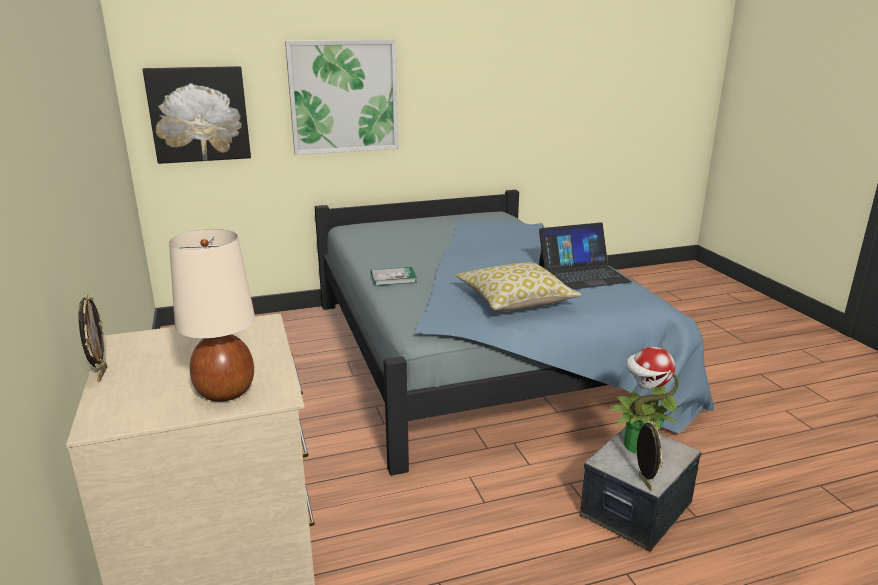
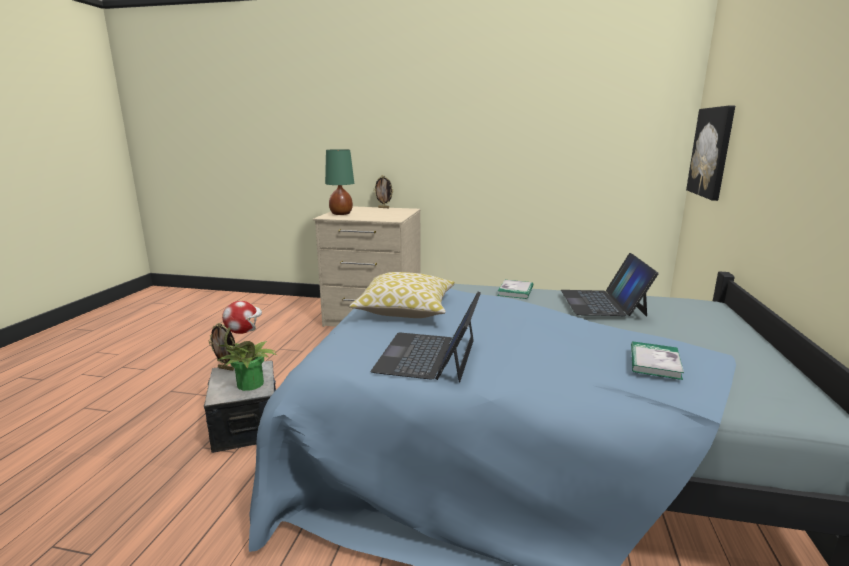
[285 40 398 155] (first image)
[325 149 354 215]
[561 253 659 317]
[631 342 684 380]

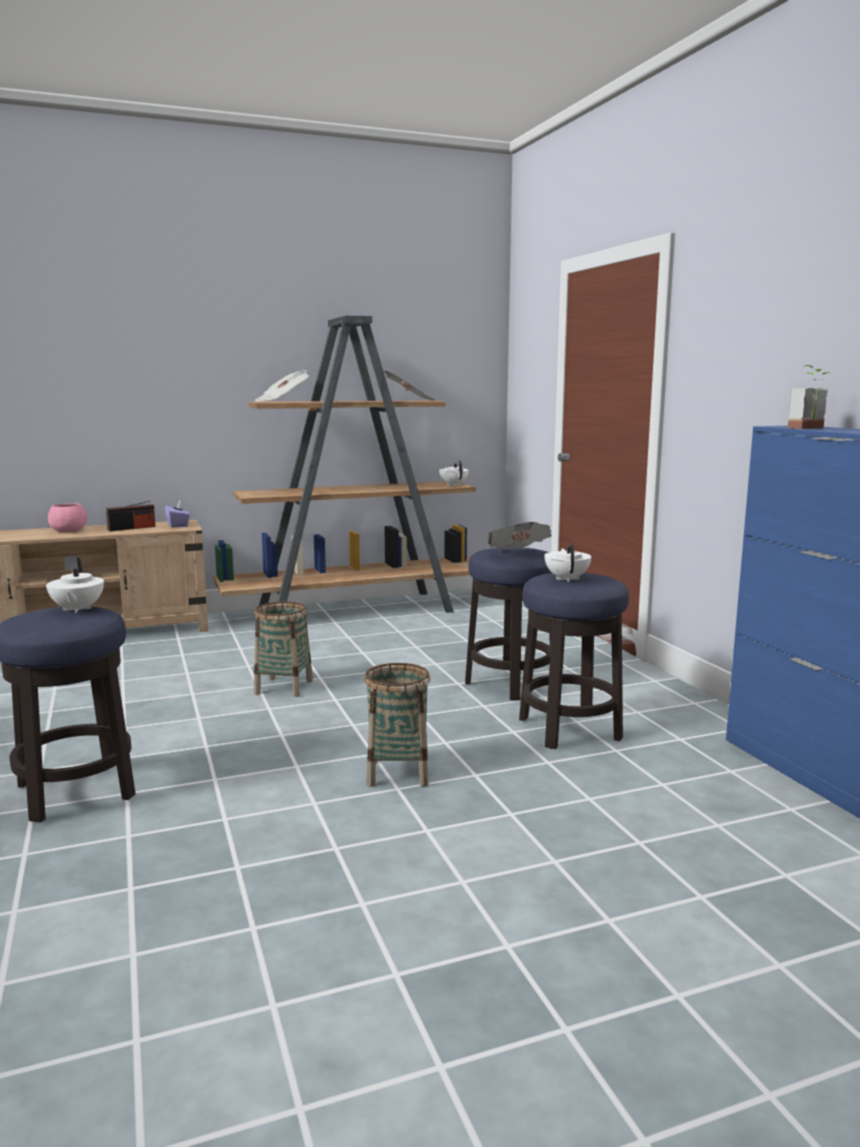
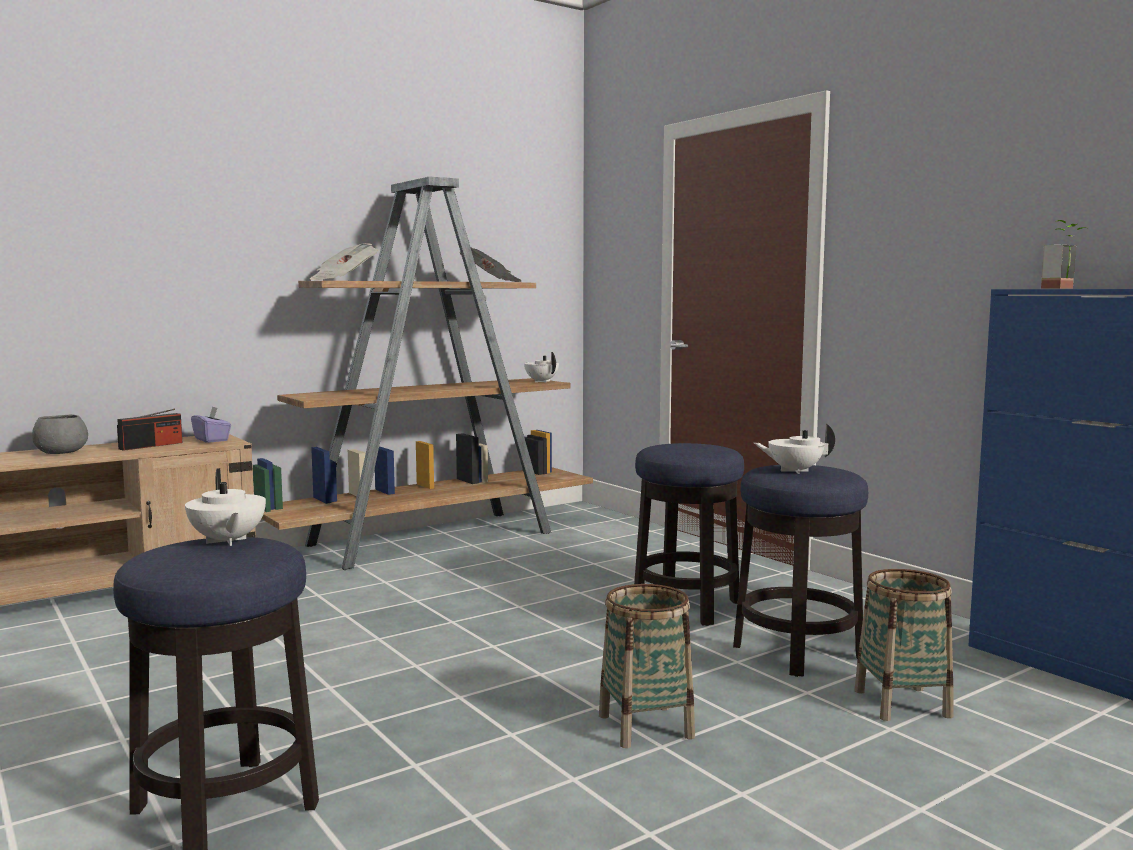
[32 415 88 454]
[487 522 552 549] (first image)
[754 424 835 474]
[854 569 953 721]

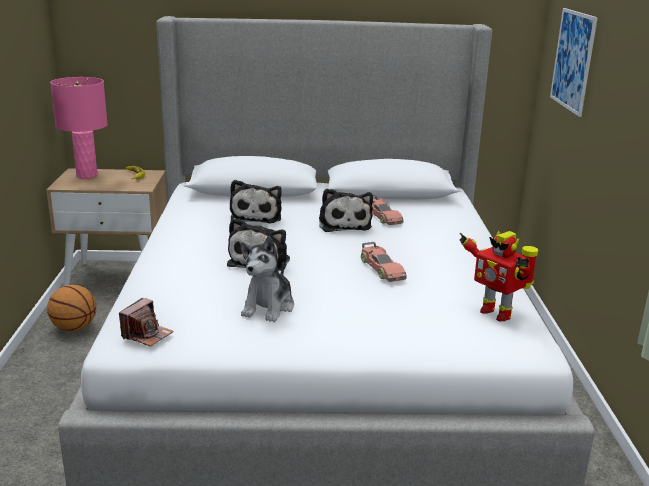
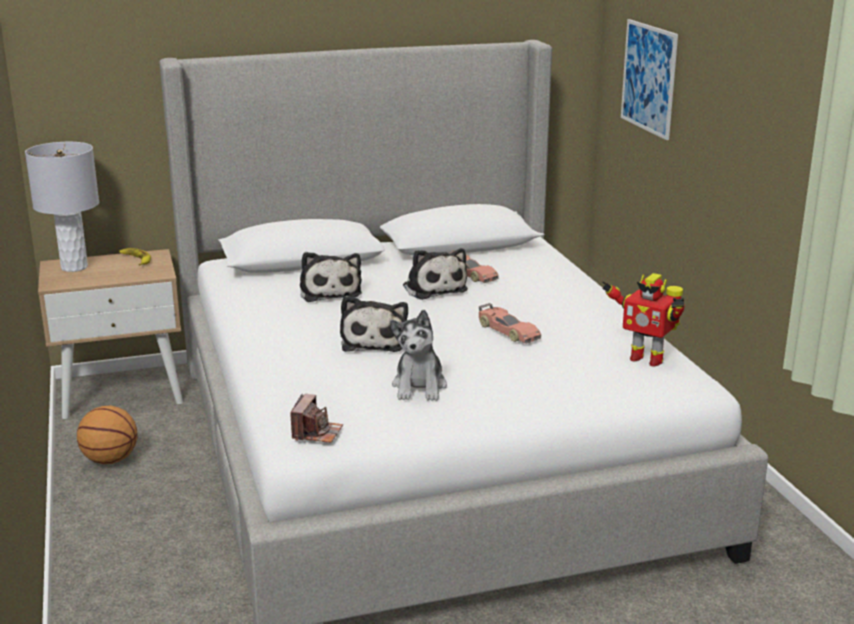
[25 142 99 272]

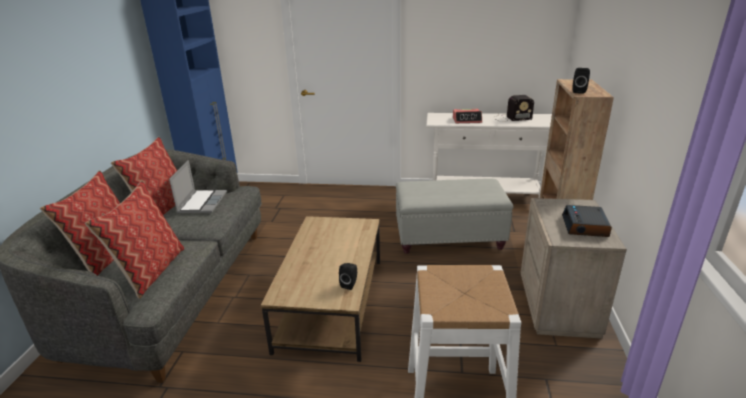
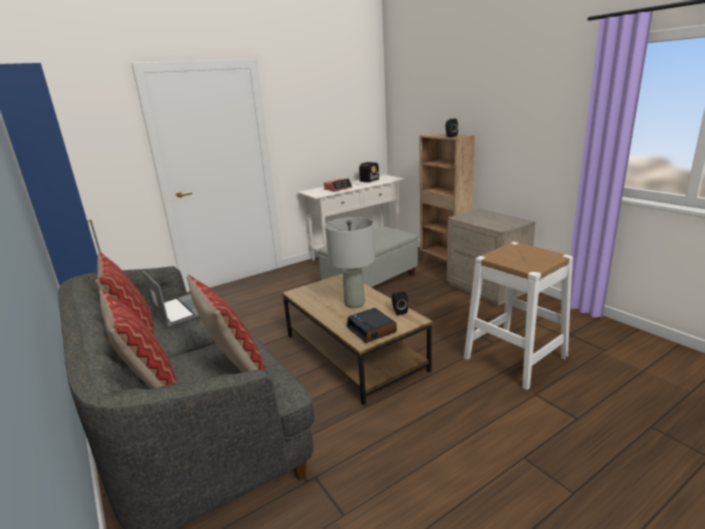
[347 308 397 343]
[325 217 375 308]

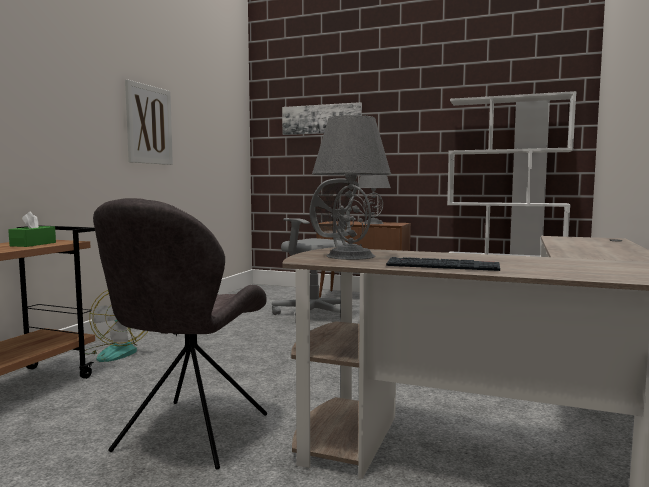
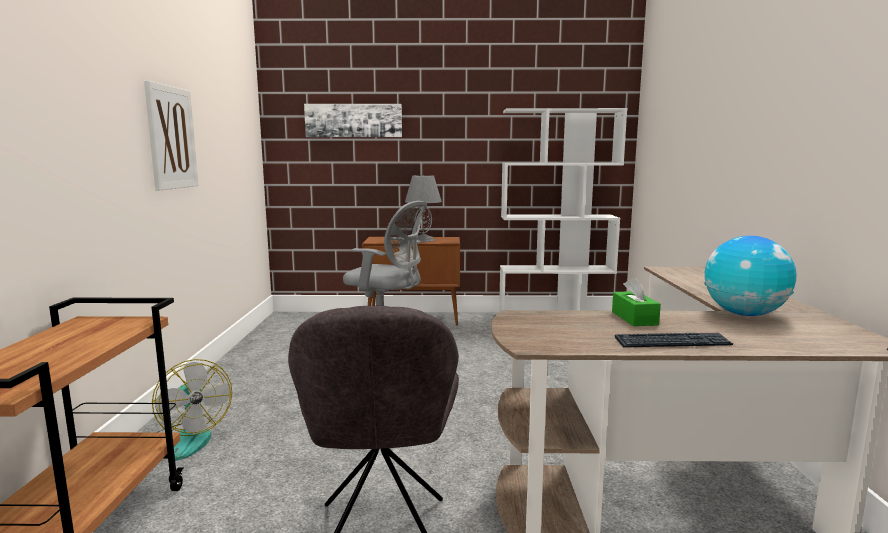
[312 115 391 260] (first image)
[612 277 661 326]
[704 236 796 316]

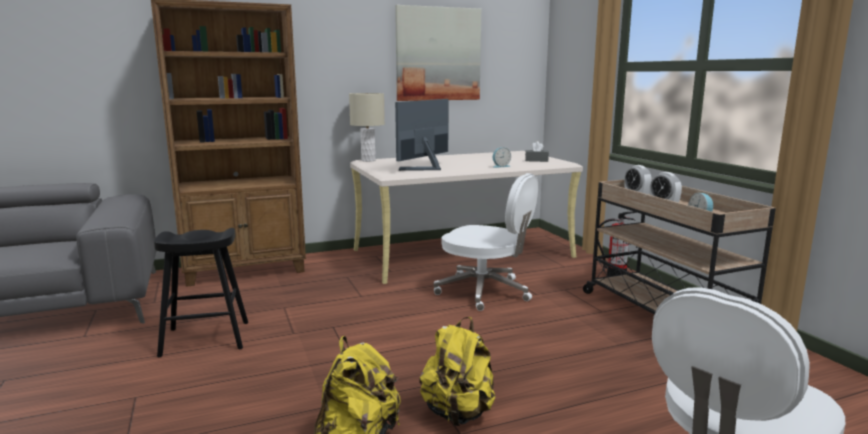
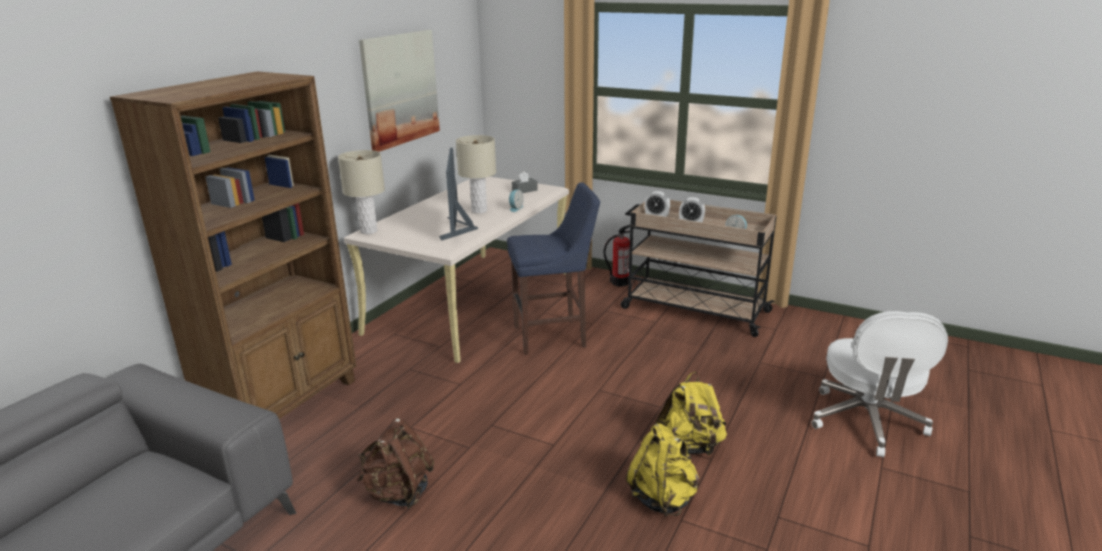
[507 182 600 355]
[357 418 434 509]
[456 135 496 214]

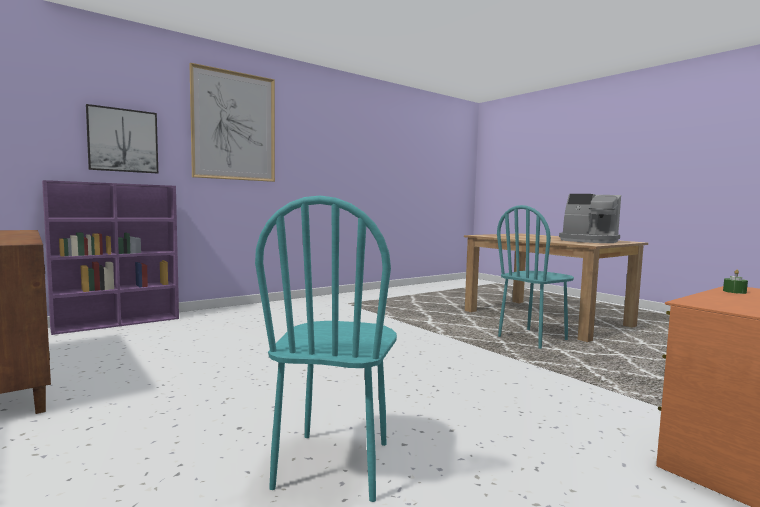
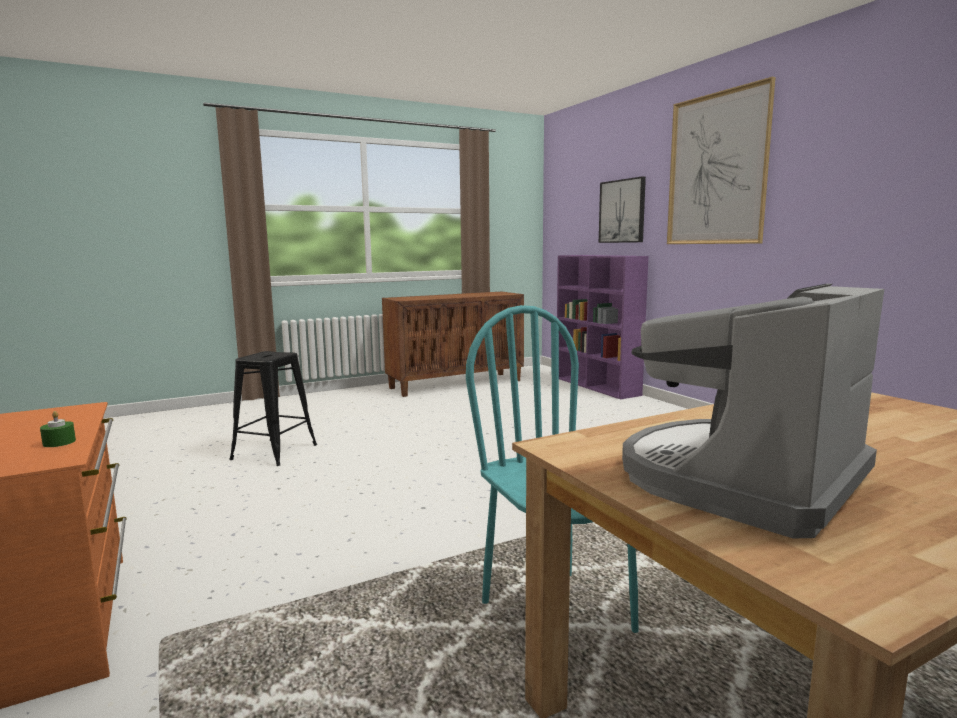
[229 351 317 466]

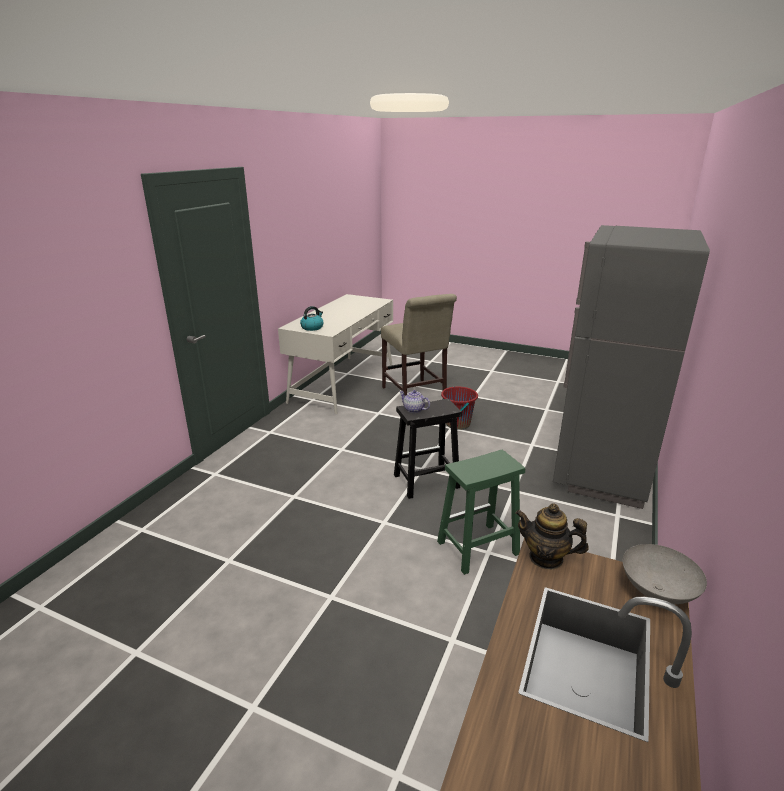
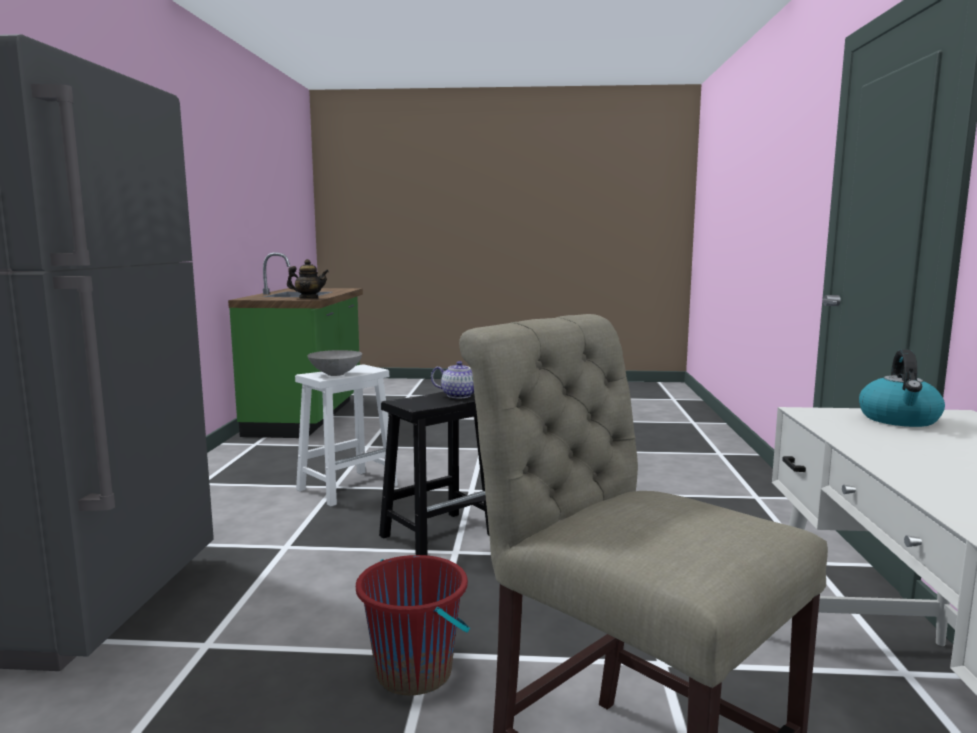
[295 365 398 506]
[307 350 362 376]

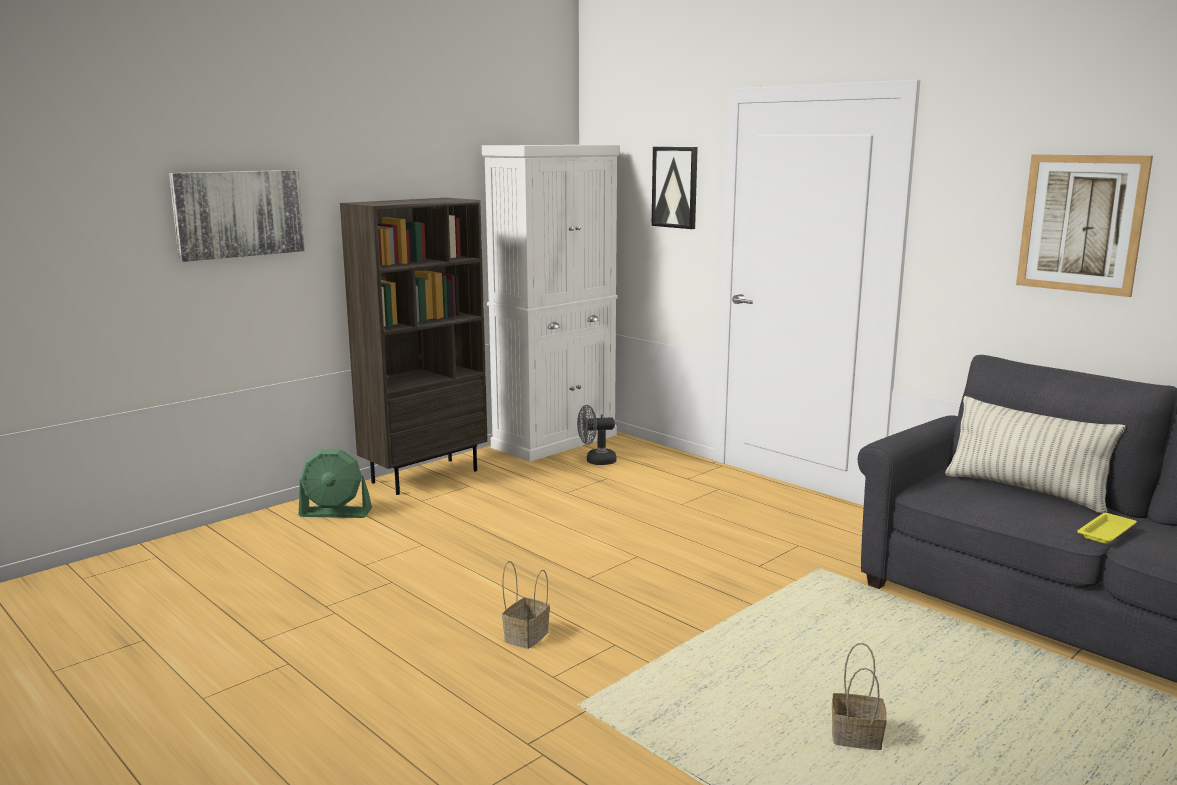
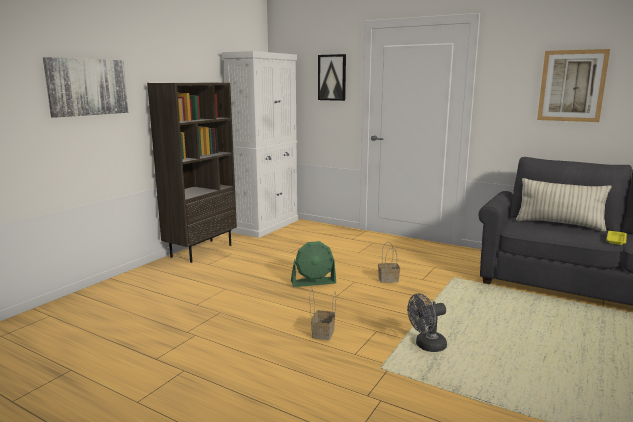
[408 293 447 352]
[291 241 336 287]
[378 242 400 283]

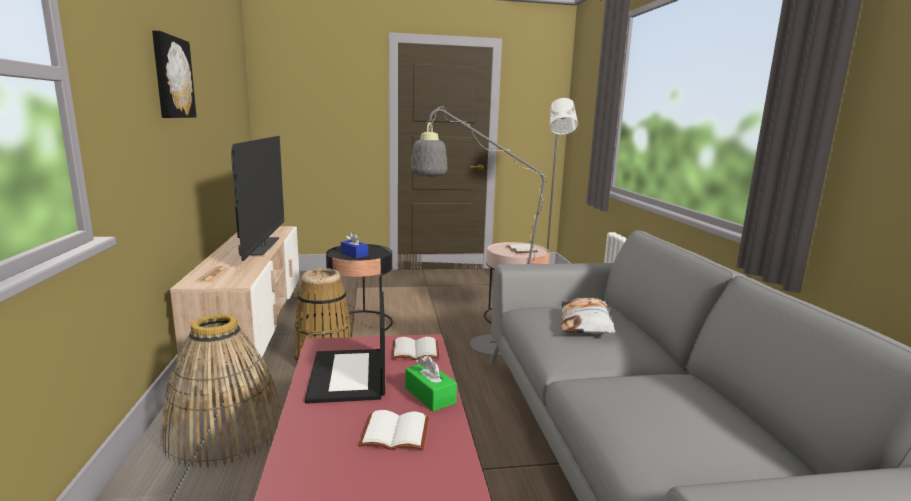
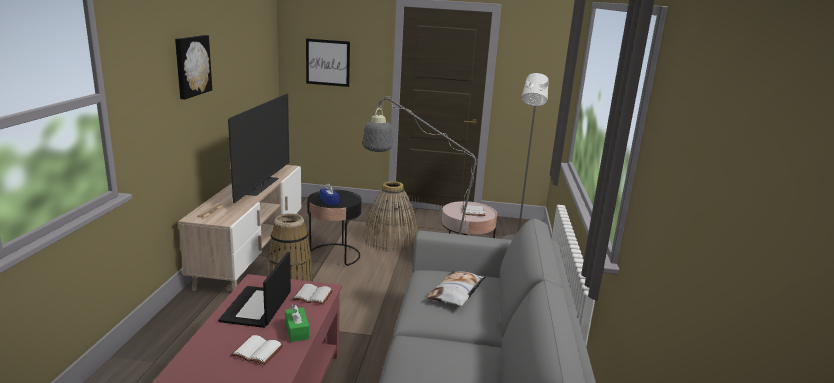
[363 181 418 252]
[306 38 350 87]

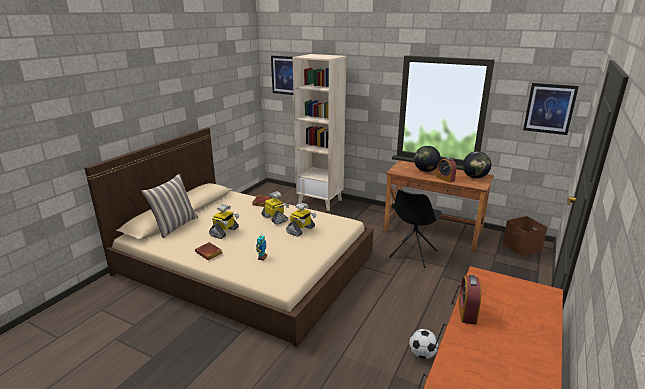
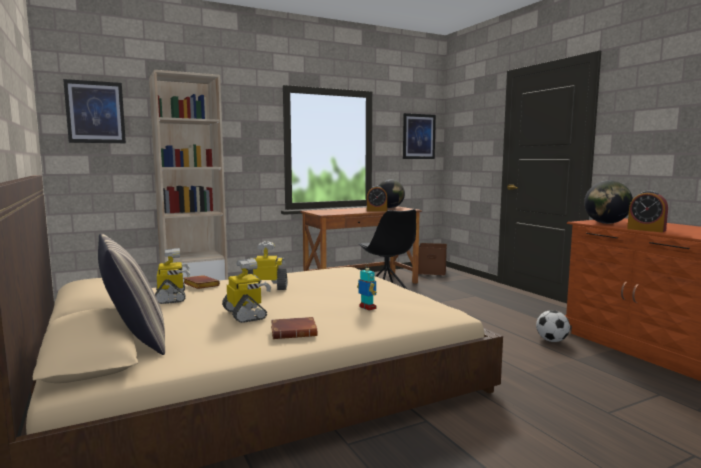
[584 180 633 224]
[155 248 190 304]

